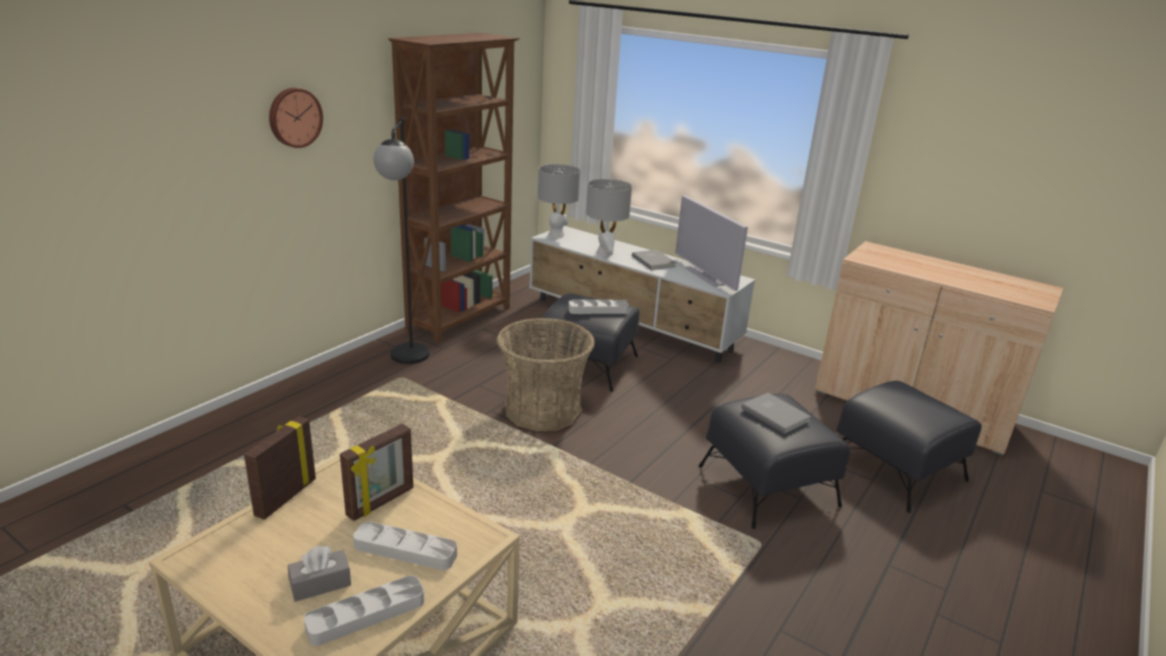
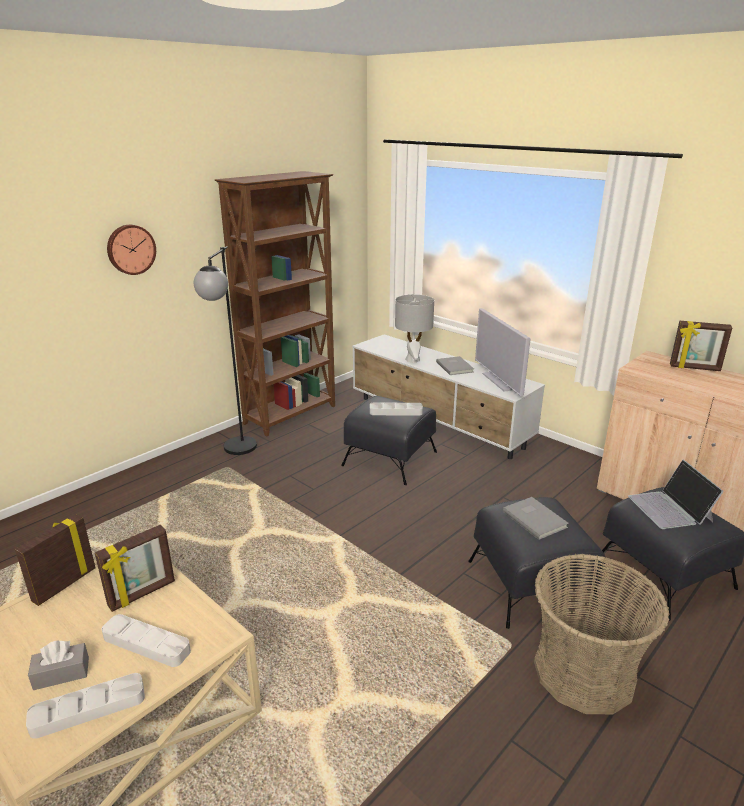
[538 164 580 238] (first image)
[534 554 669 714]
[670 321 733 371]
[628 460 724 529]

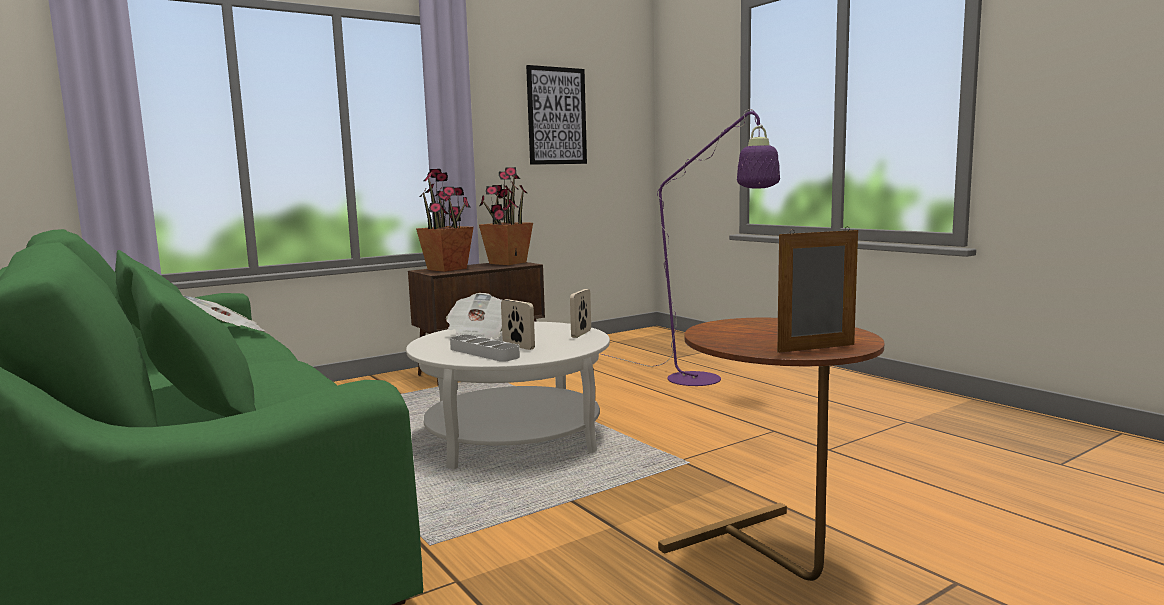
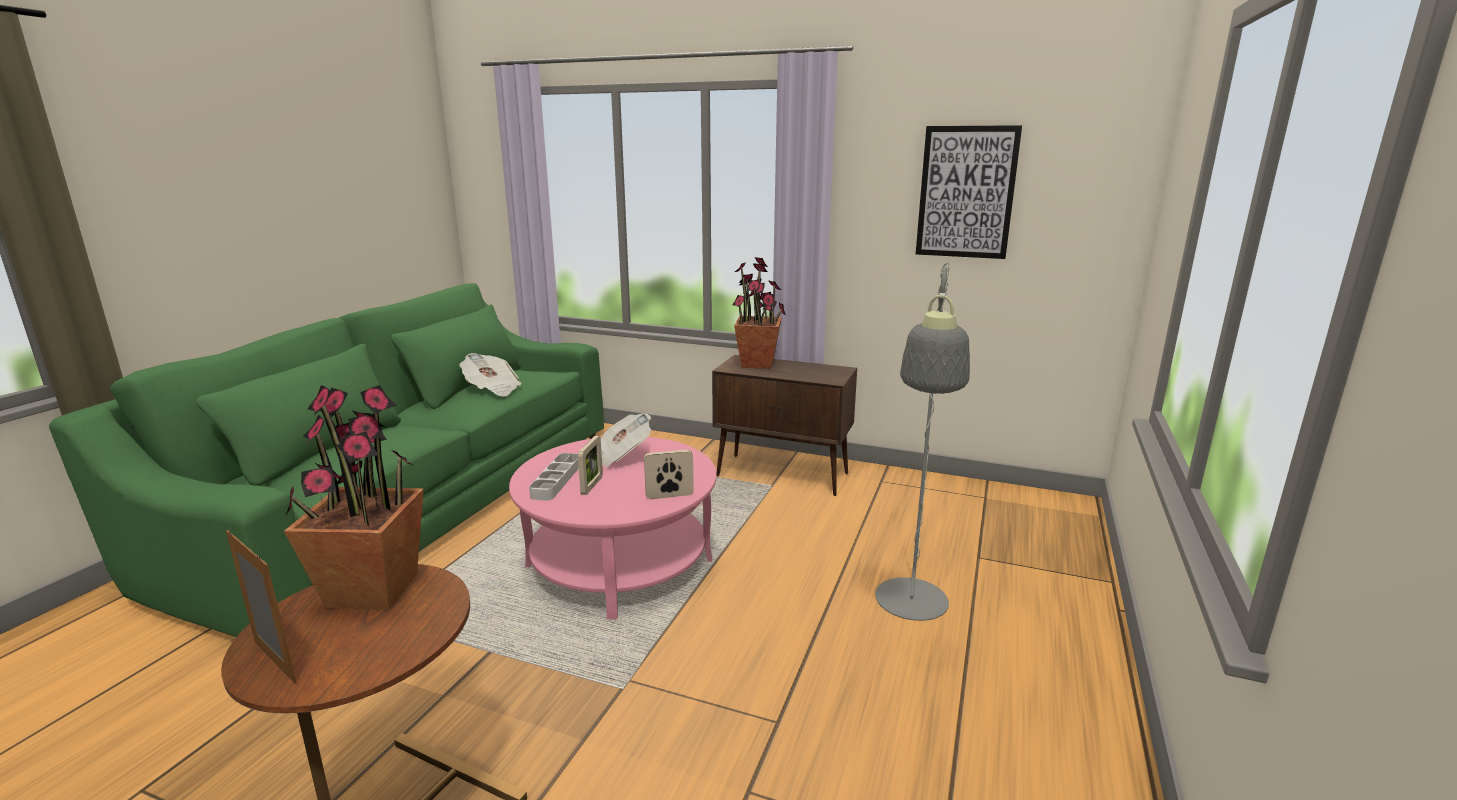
[875 263 970 621]
[284 385 424 610]
[509 437 716 620]

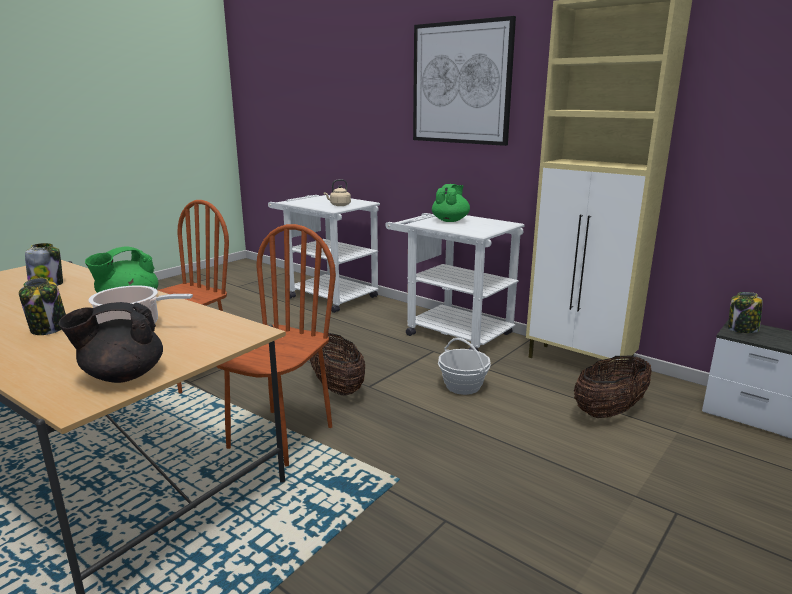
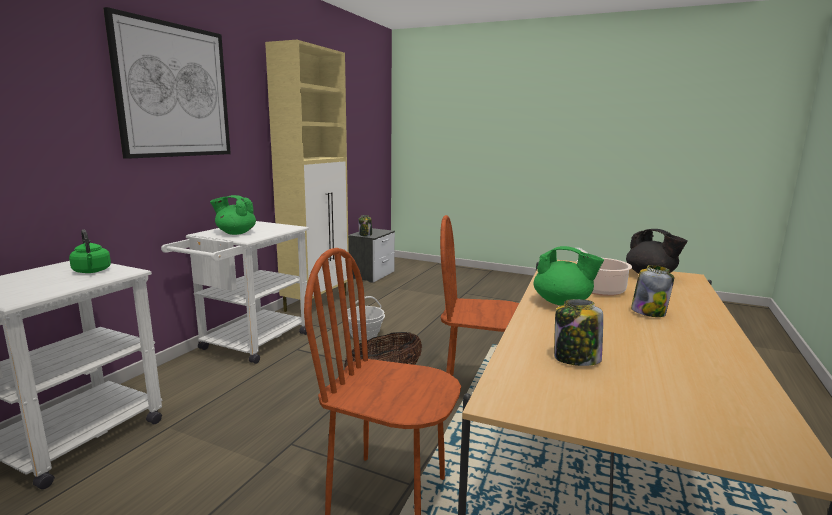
[69 229 111 273]
[574 356 652 418] (first image)

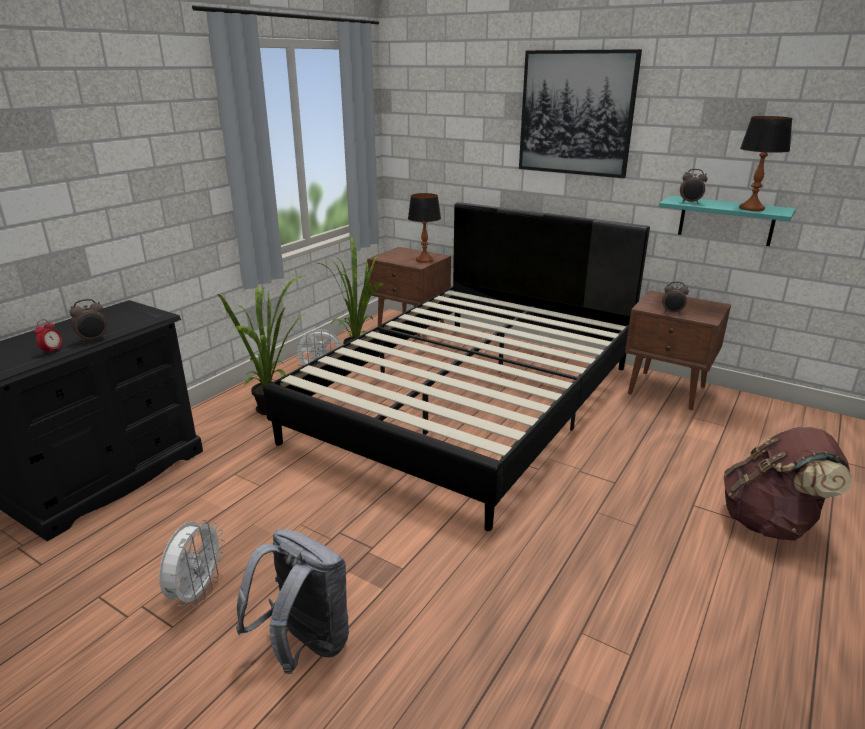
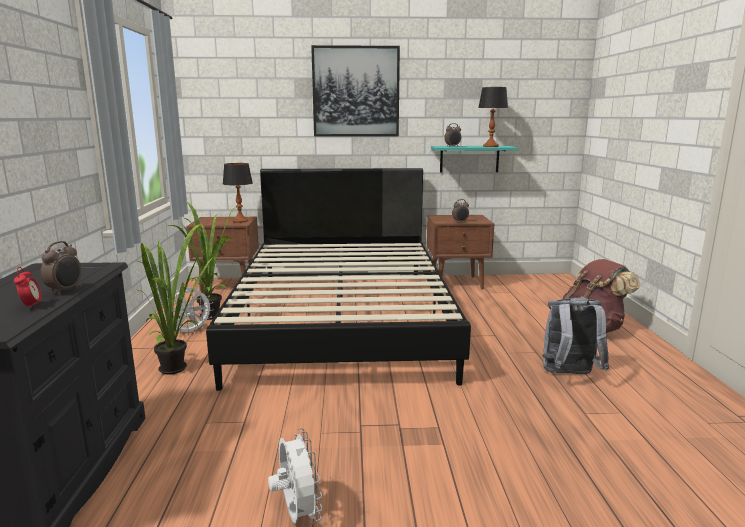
[542 298 609 374]

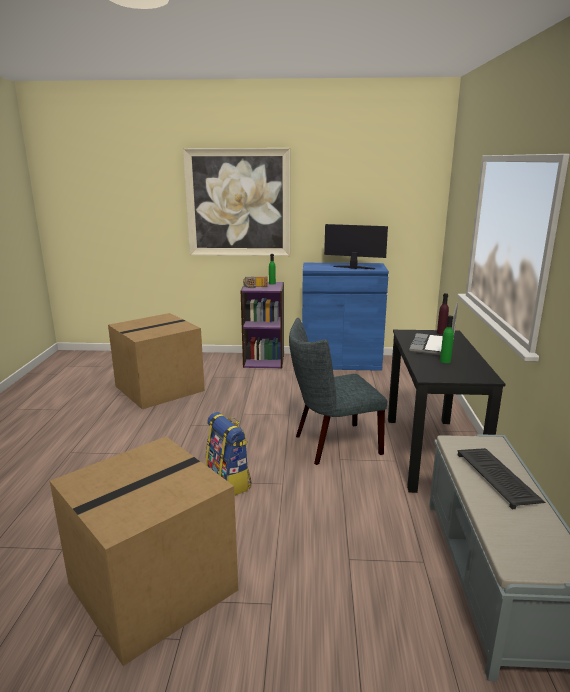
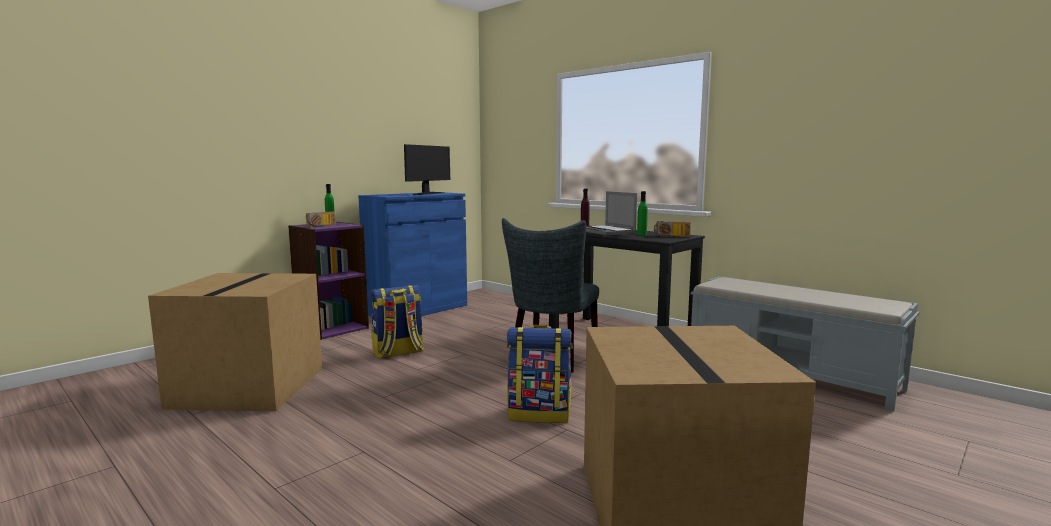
[183 148 290 256] (first image)
[404 144 450 195]
[457 448 545 509] (first image)
[654 221 691 237]
[370 285 424 359]

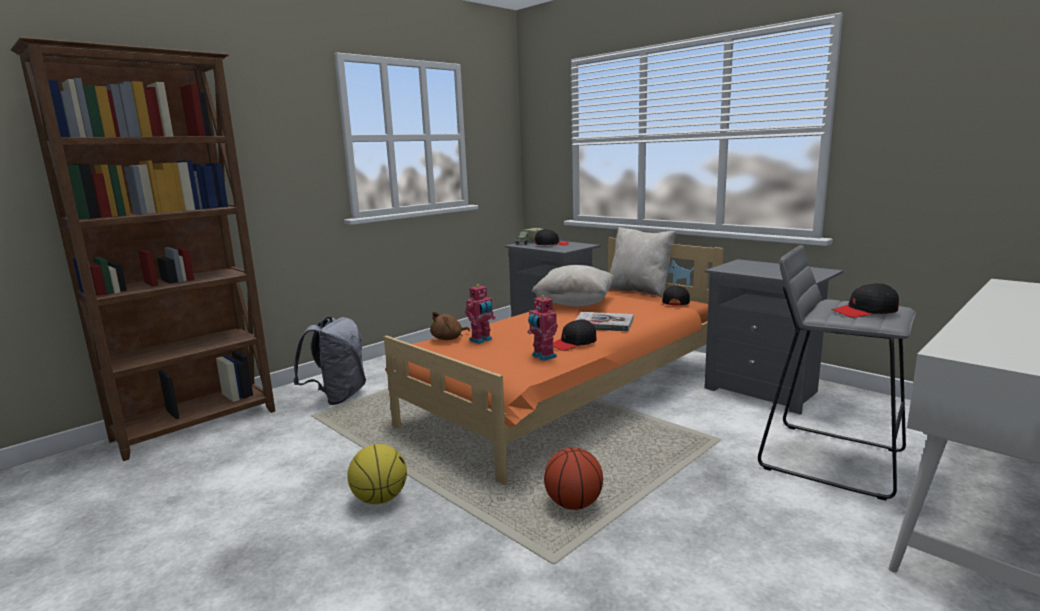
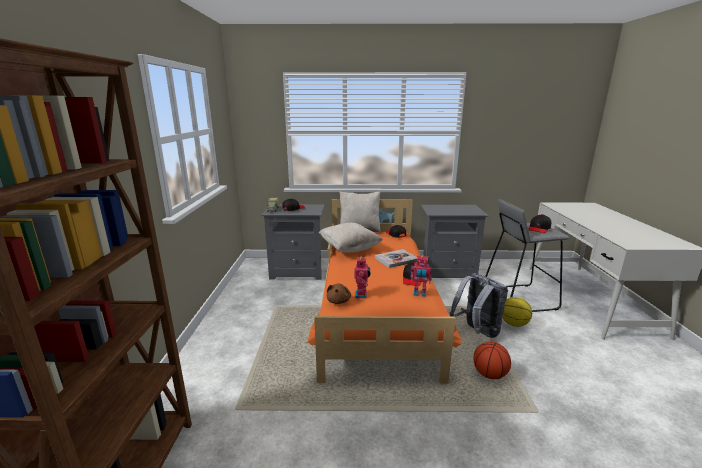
[450 273 508 338]
[502 297 532 327]

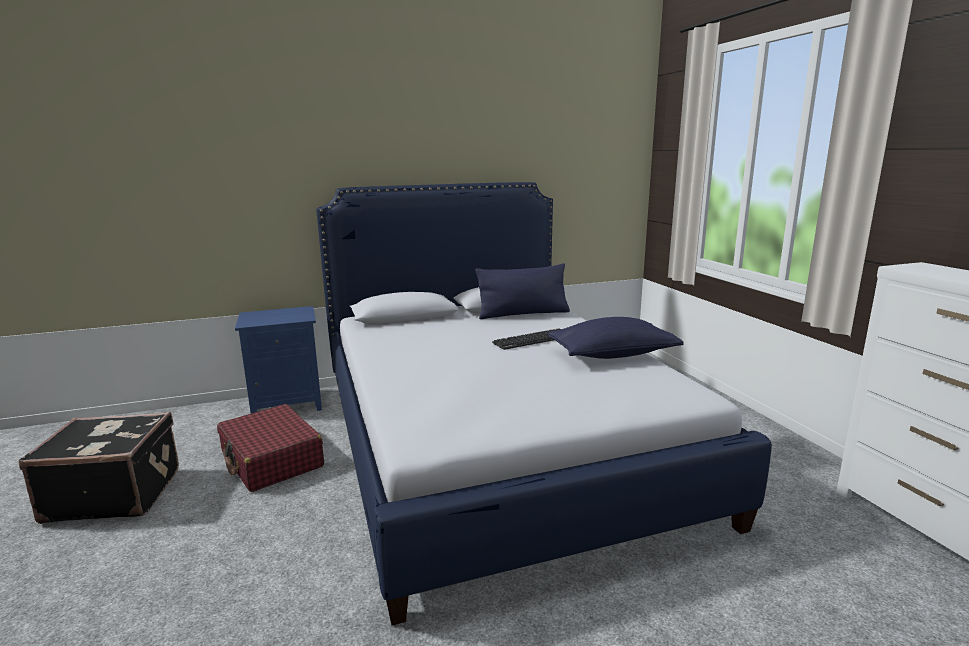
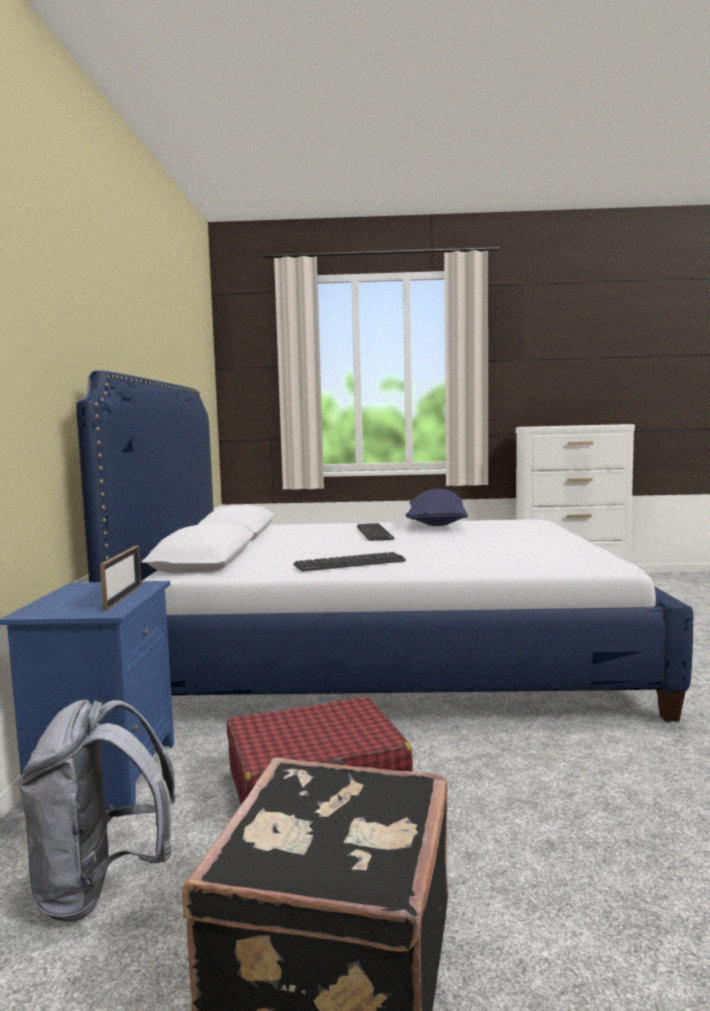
[476 263 570 319] (first image)
[100 546 141 611]
[293 552 406 572]
[17 700 176 922]

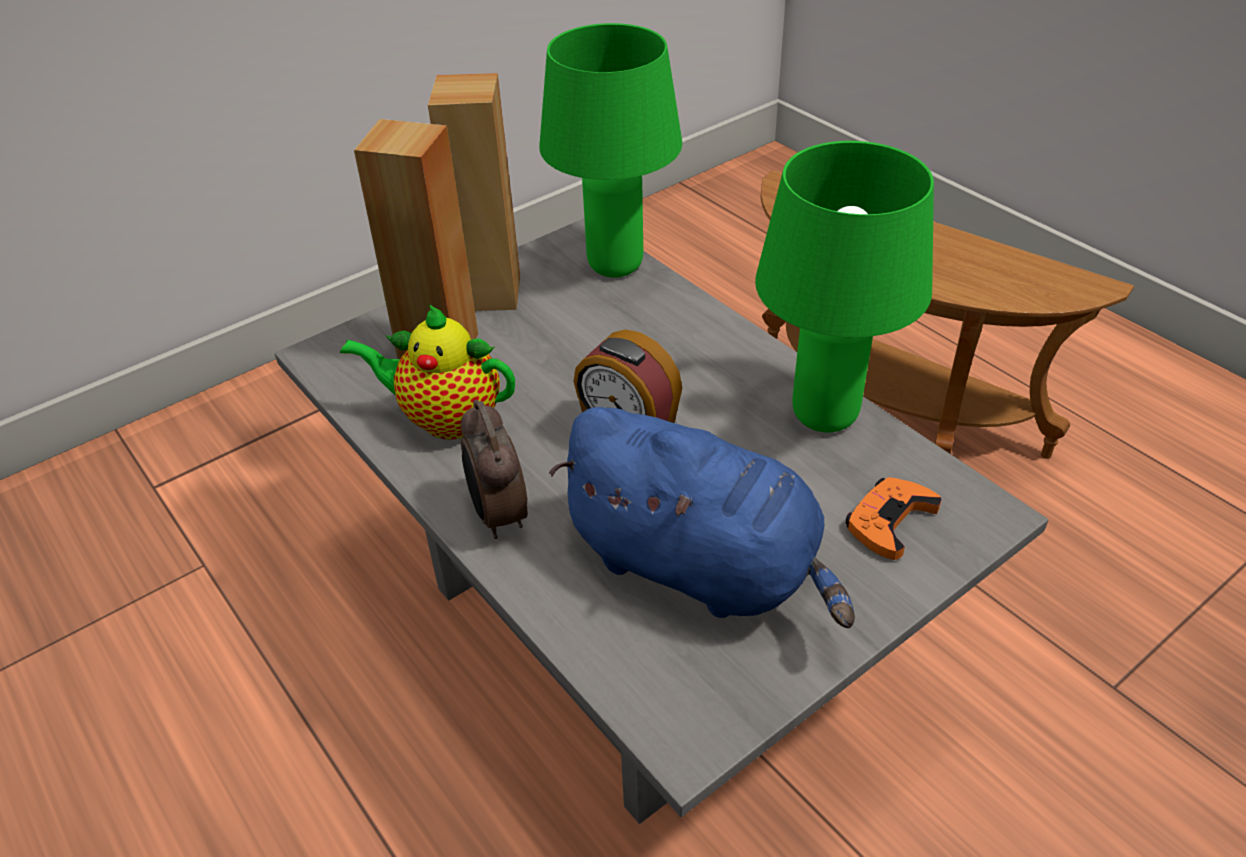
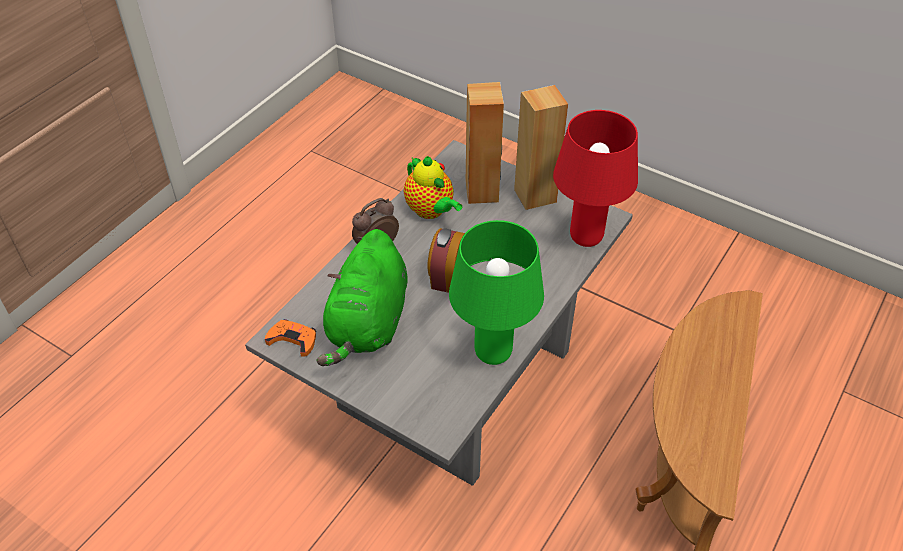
[553 110 638 247]
[404 156 462 219]
[317 229 408 366]
[265 319 316 357]

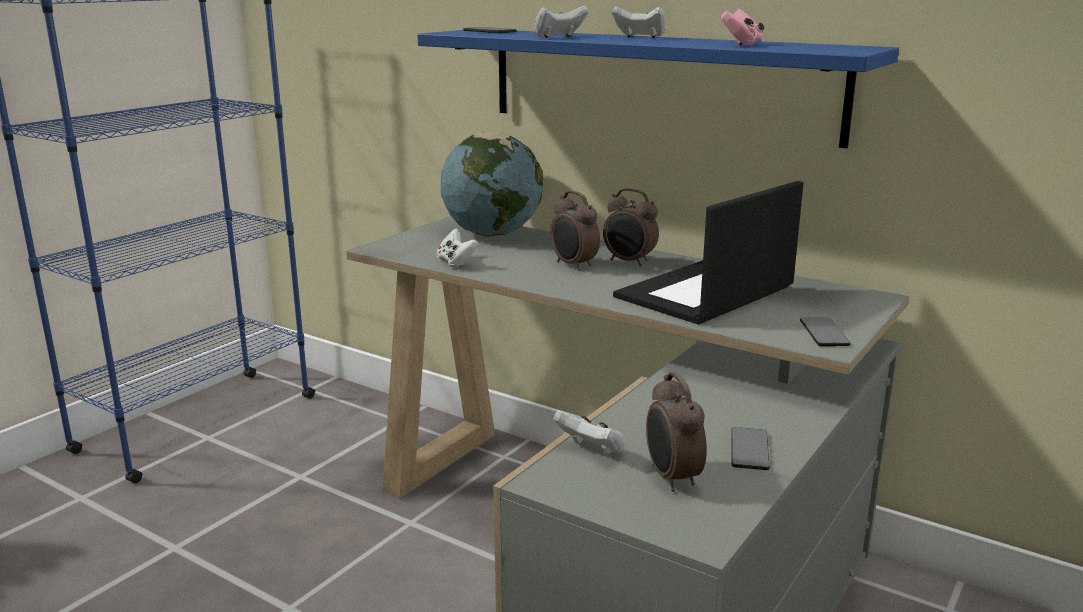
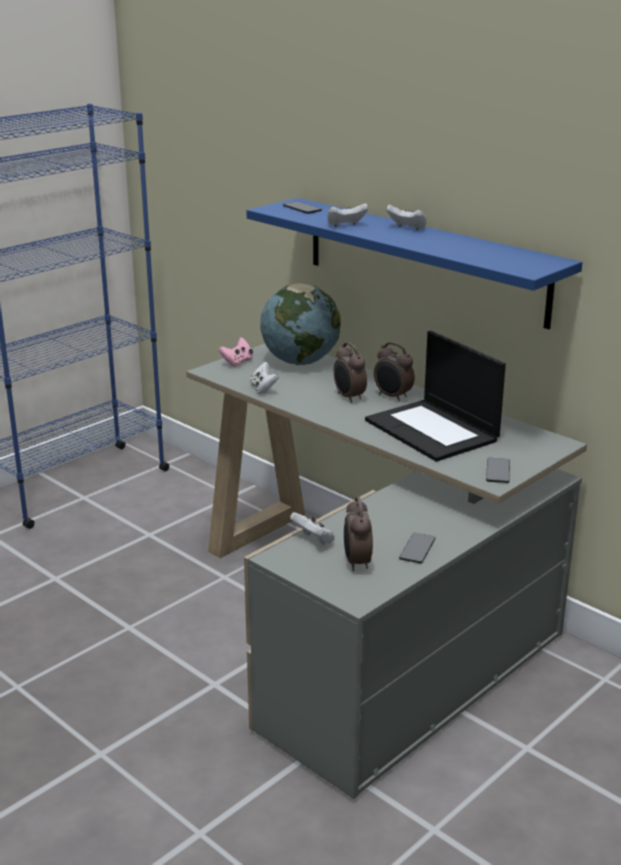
[219 337 253 367]
[365 331 506 462]

